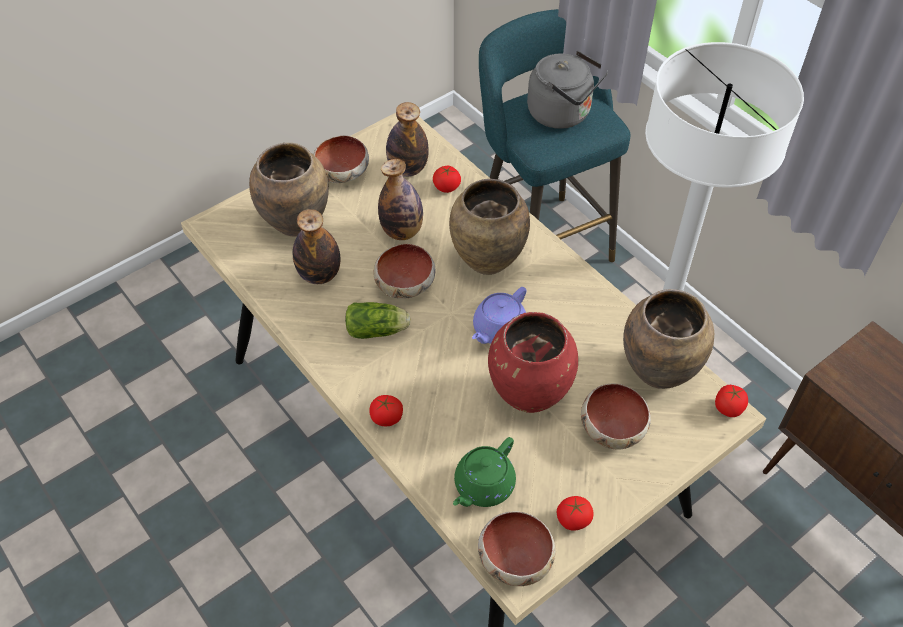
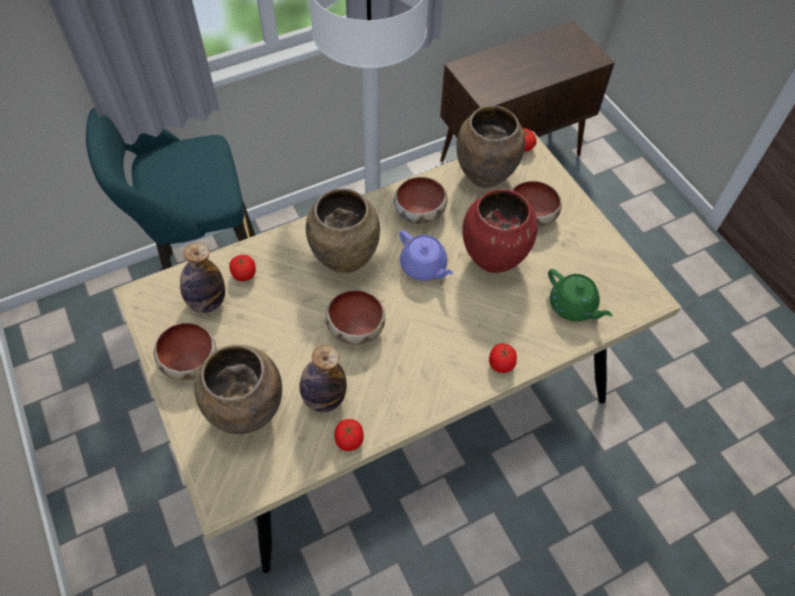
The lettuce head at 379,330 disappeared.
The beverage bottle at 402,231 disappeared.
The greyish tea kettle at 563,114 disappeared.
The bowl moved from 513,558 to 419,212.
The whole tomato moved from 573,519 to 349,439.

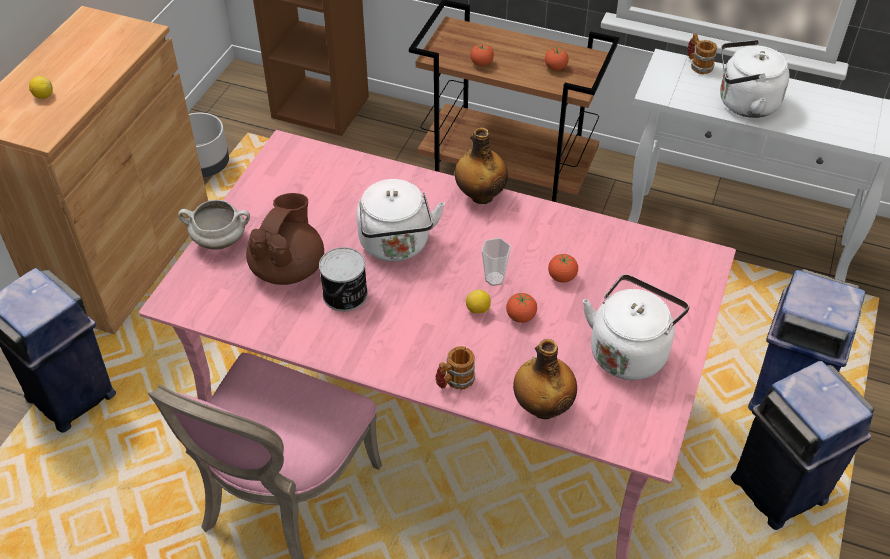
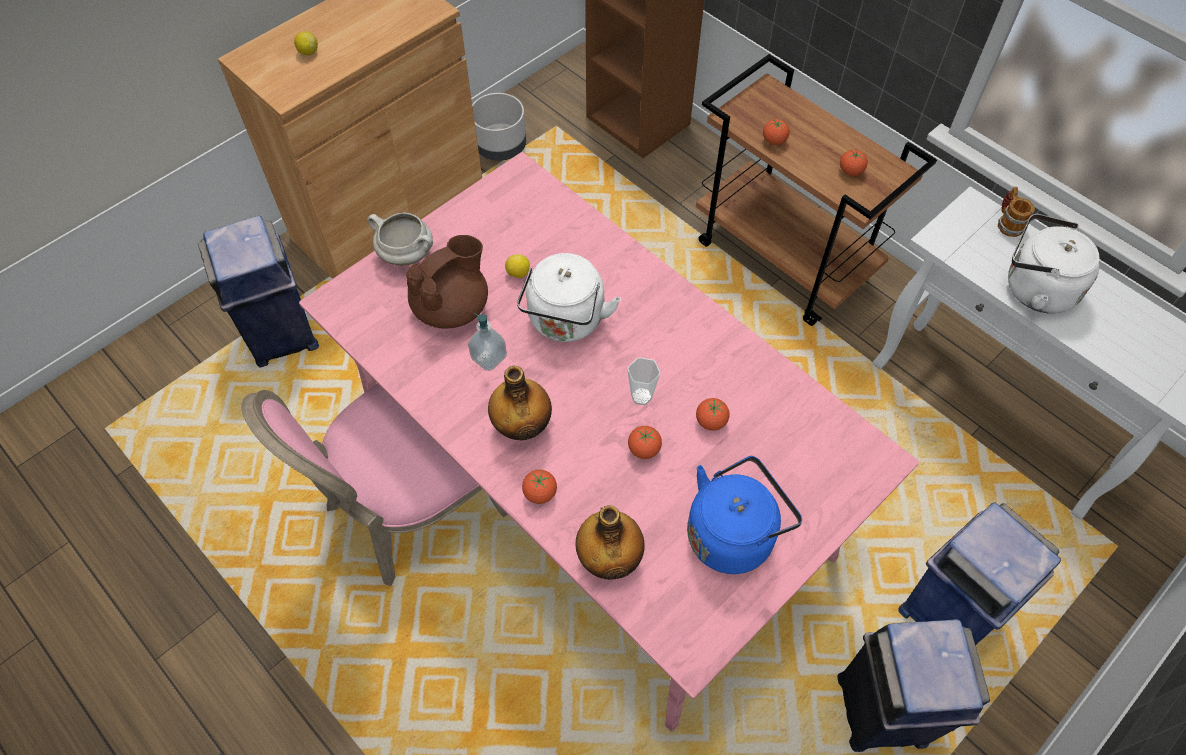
The beverage bottle moved from 480,195 to 522,426.
The lemon moved from 477,310 to 518,273.
The sealed can at 345,295 was replaced by the liquid soap bottle at 489,357.
The coffee mug at 454,381 was replaced by the whole tomato at 540,493.
The white tea kettle at 629,351 became the bluish tea kettle at 733,534.

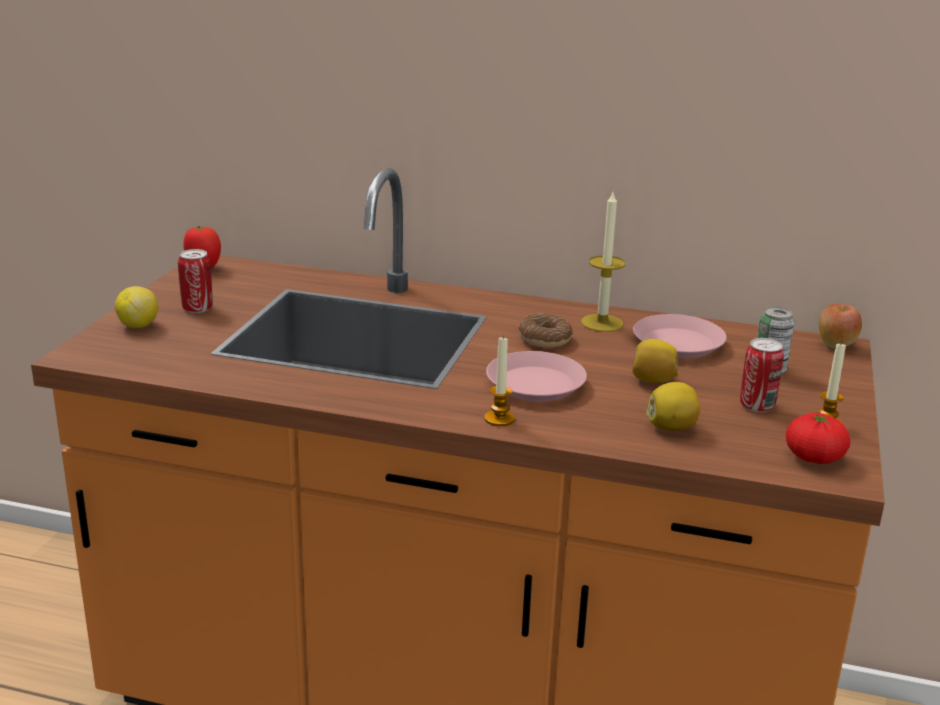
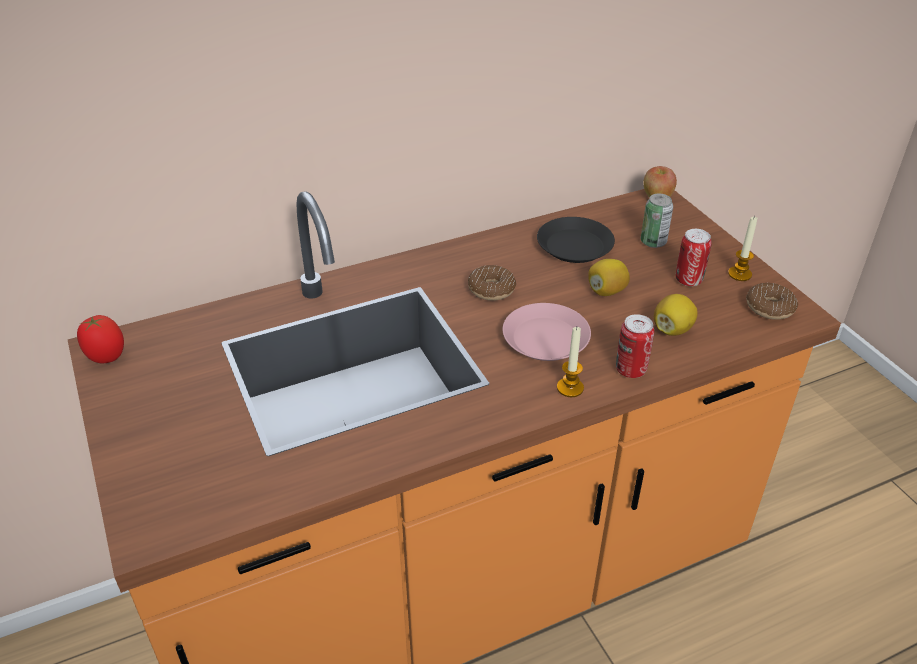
The lemon at 138,325 disappeared.
The wax light at 602,323 disappeared.
The sealed can moved from 197,308 to 630,370.
The whole tomato at 814,457 was replaced by the doughnut at 769,308.
The pinkish plate at 678,343 became the blackish plate at 574,246.

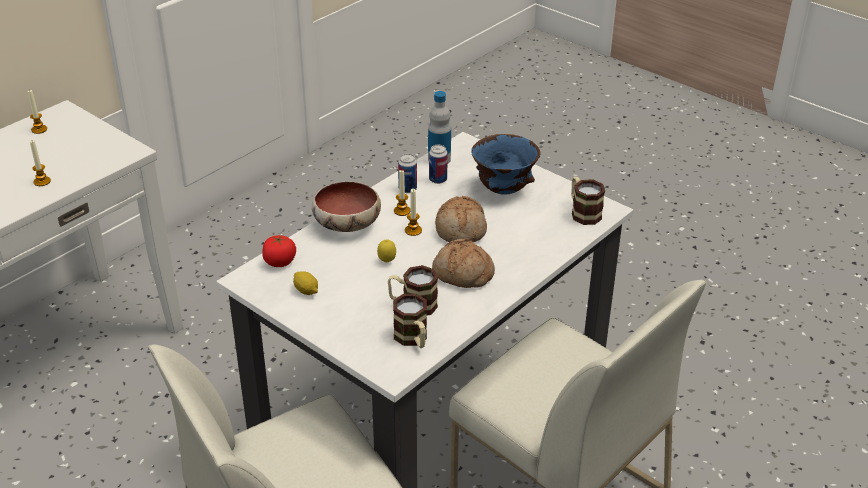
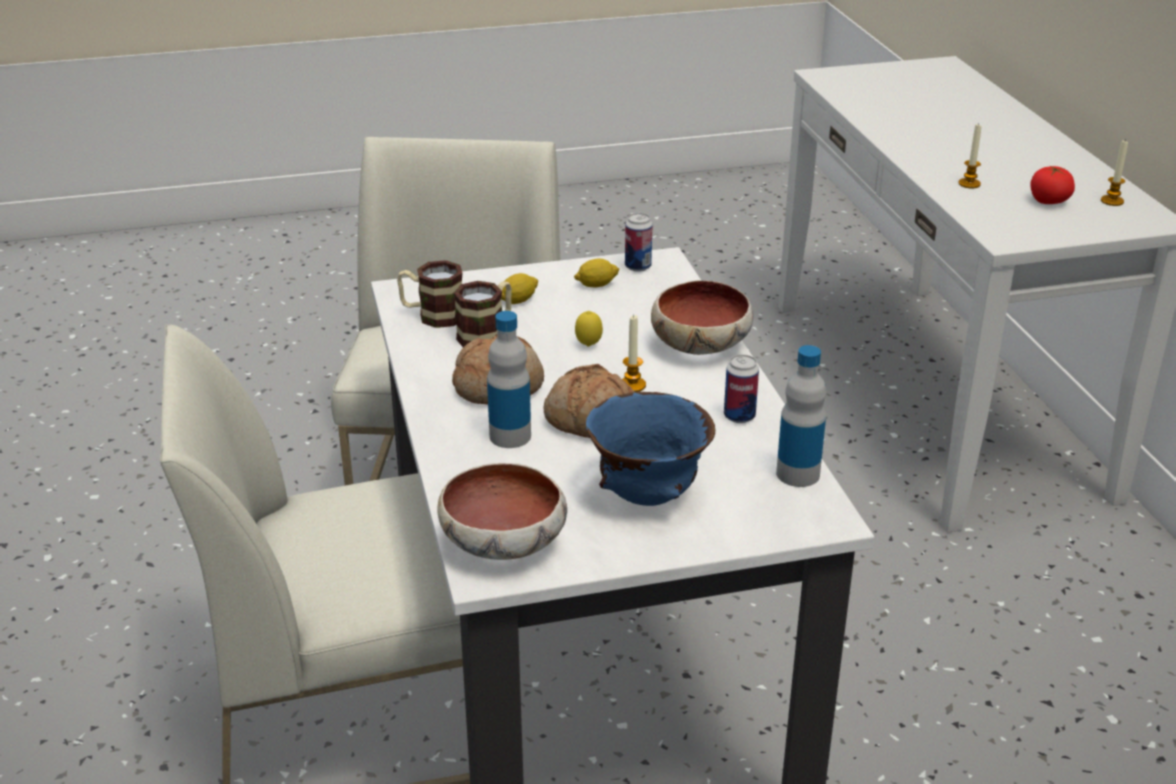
The wax light at 402,211 disappeared.
The beverage bottle at 510,436 appeared.
The lemon at 518,300 appeared.
The whole tomato moved from 279,262 to 1049,201.
The sealed can moved from 438,180 to 638,267.
The coffee mug at 583,212 was replaced by the bowl at 505,544.

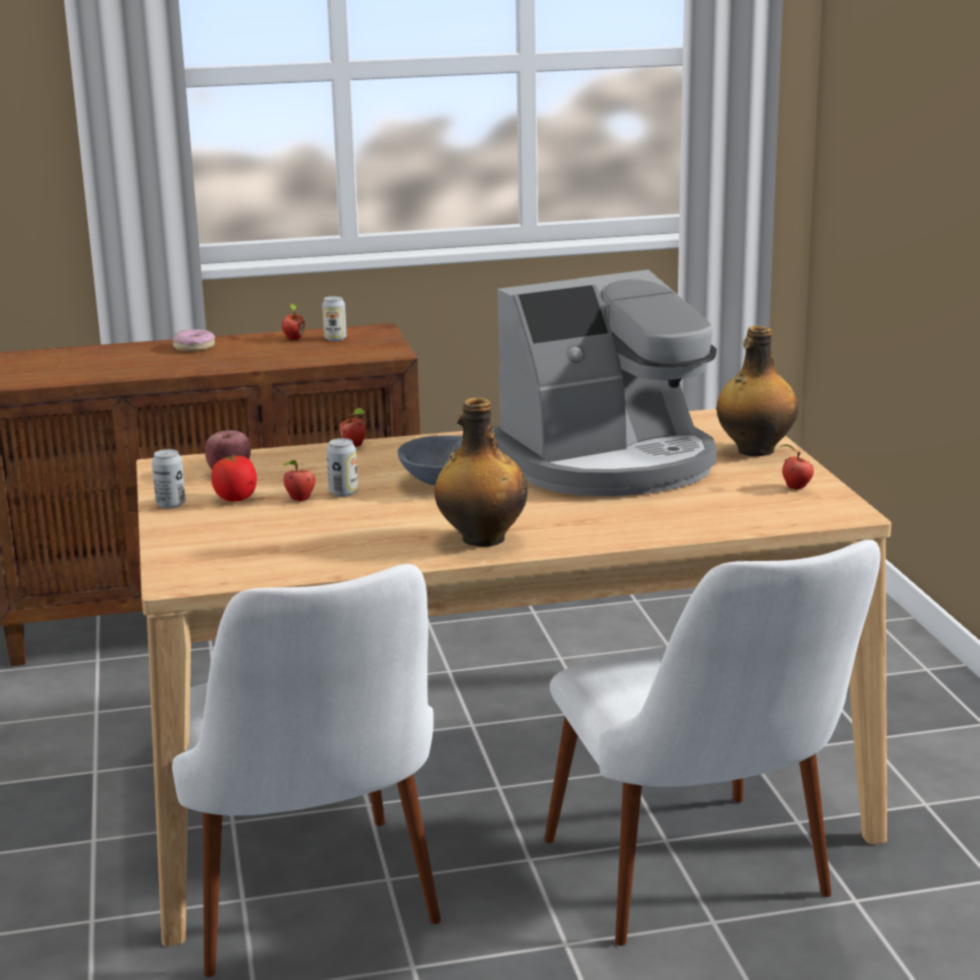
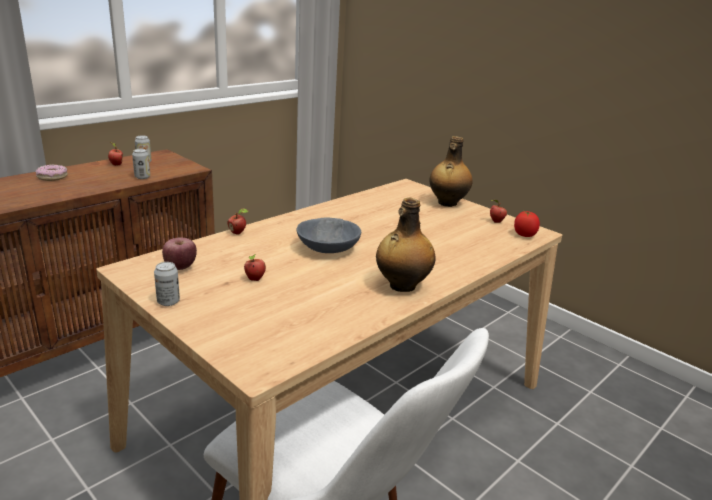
The coffee machine at 608,464 disappeared.
The white upright chair at 705,893 disappeared.
The whole tomato moved from 236,499 to 524,235.
The sealed can moved from 343,492 to 142,177.

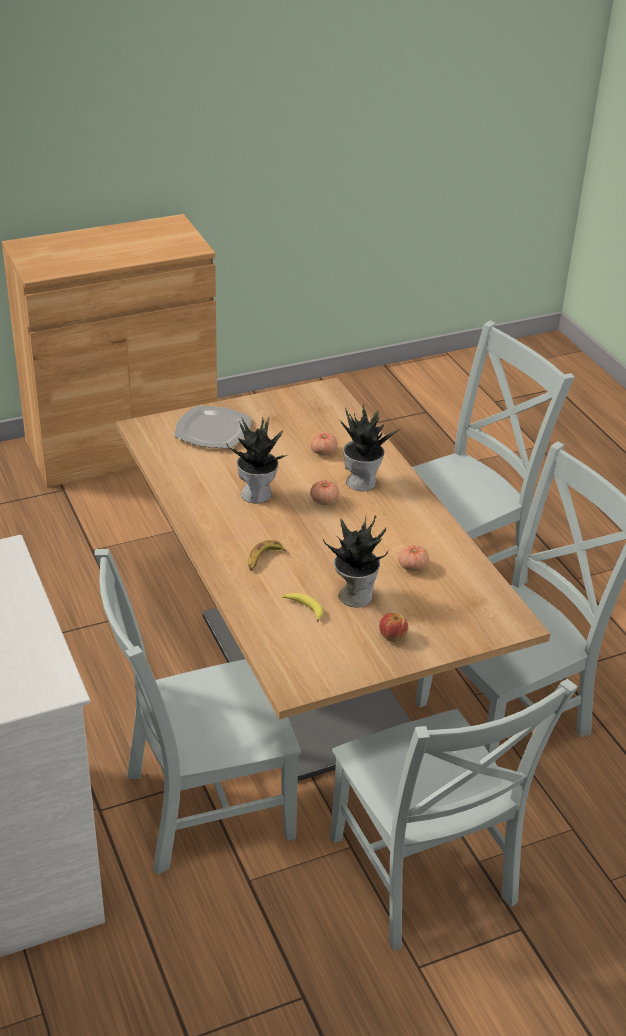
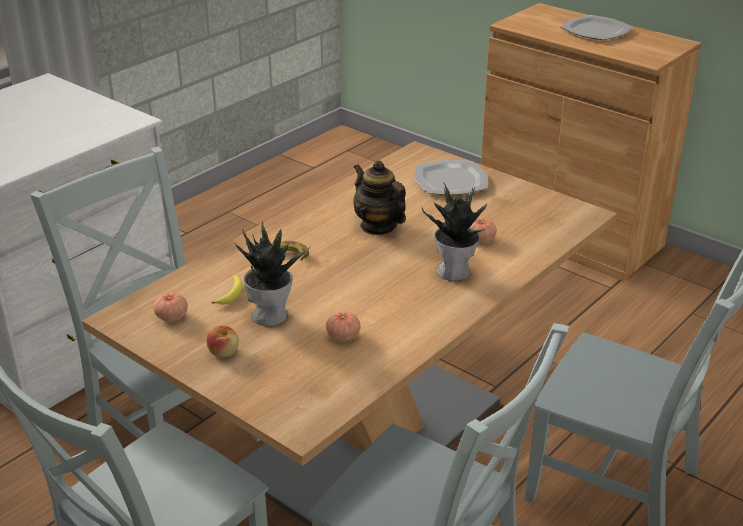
The plate at 595,31 appeared.
The whole tomato moved from 324,500 to 171,316.
The houseplant at 257,494 was replaced by the pot for tea at 378,226.

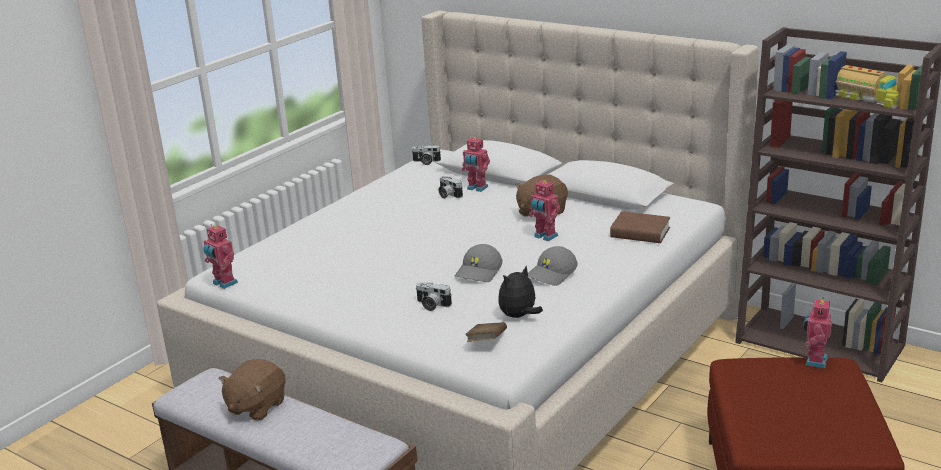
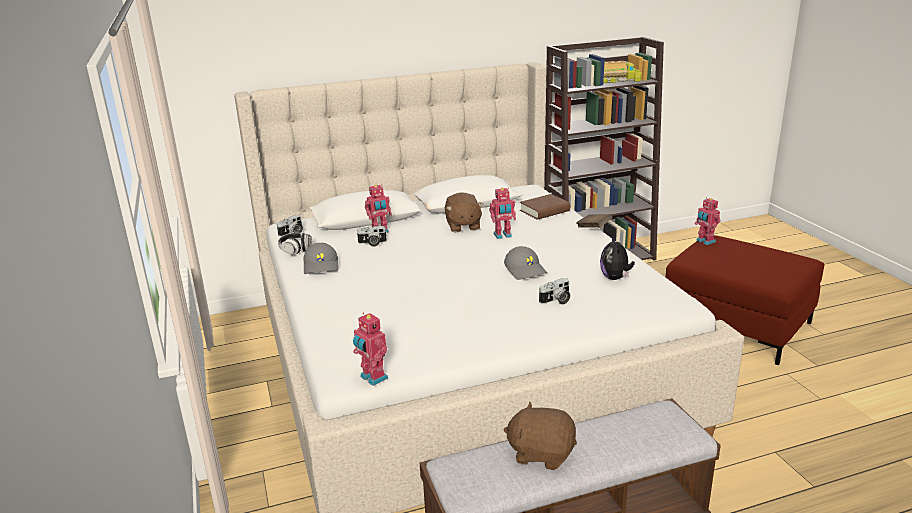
The pair of headphones at 296,249 appeared.
The brownish volume moved from 486,342 to 593,228.
The greyish peaked cap moved from 552,274 to 322,266.
The toy robot at 223,283 turned 60 degrees clockwise.
The brownish soft toy at 256,407 turned 135 degrees clockwise.

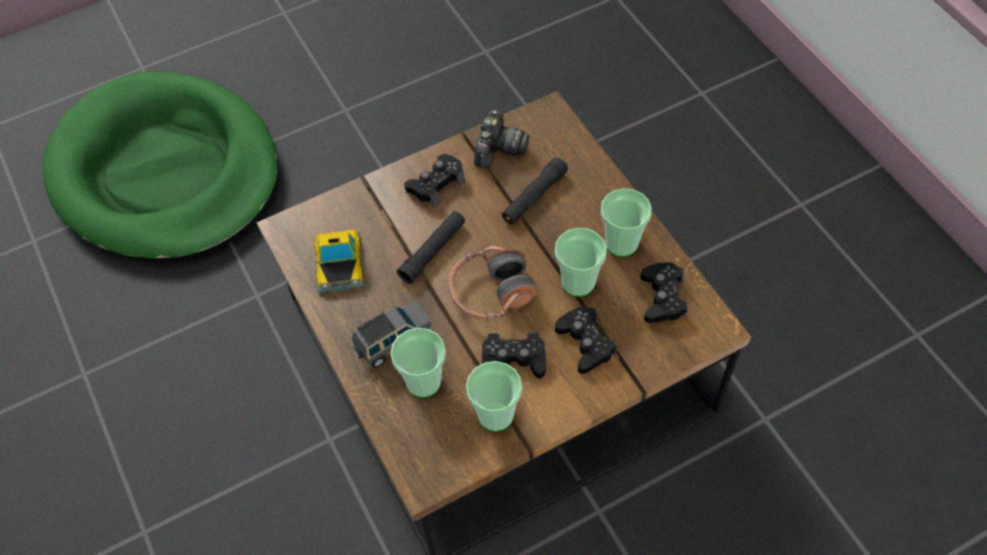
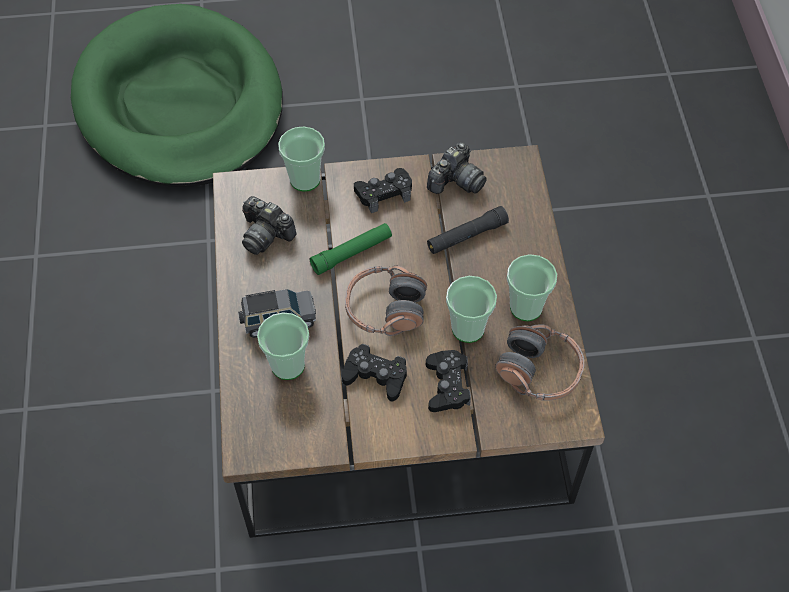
The small cup moved from 495,415 to 305,179.
The miniature car at 339,263 was replaced by the photo camera at 265,234.
The blackish game controller at 662,297 was replaced by the pair of headphones at 539,371.
The blackish torch at 433,251 became the green torch at 352,253.

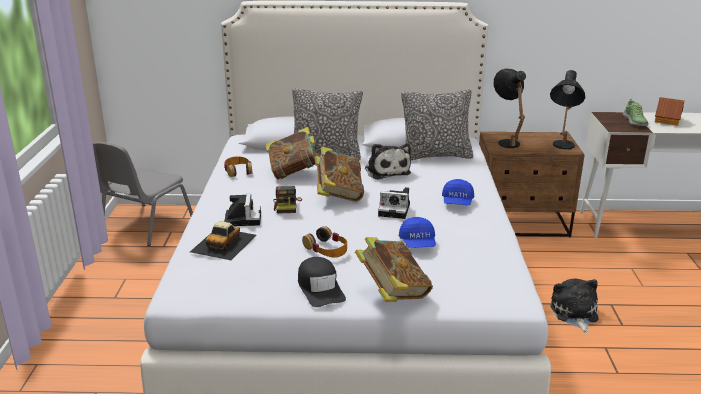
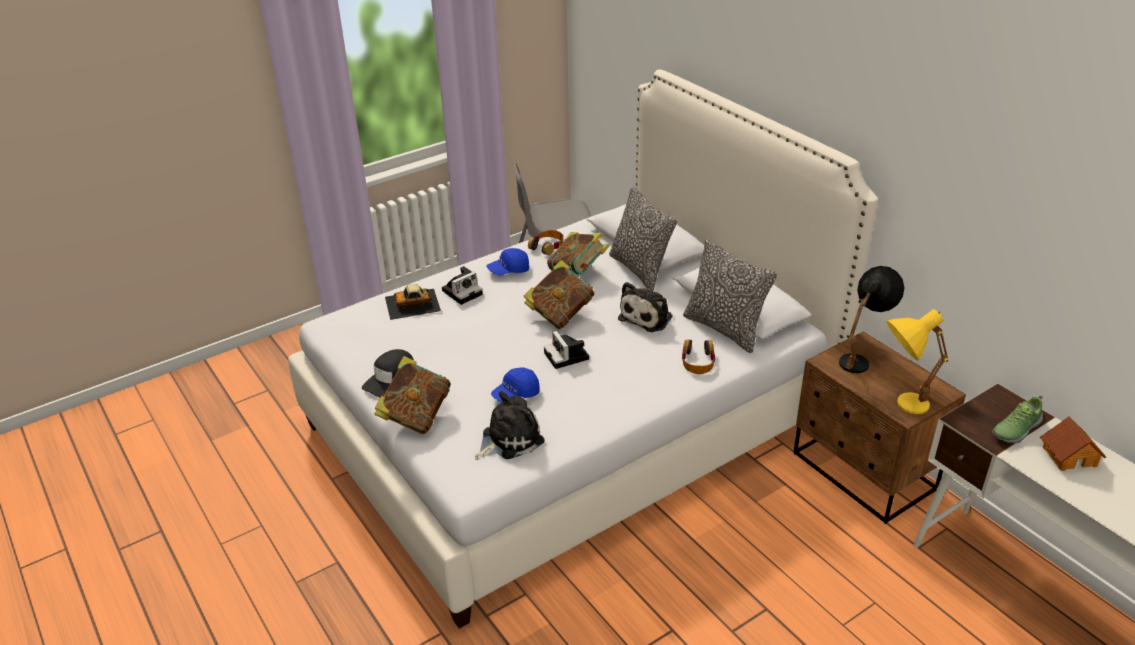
The photo camera at 287,205 disappeared.
The pair of headphones moved from 326,248 to 698,361.
The bluish peaked cap moved from 457,202 to 508,270.
The soft toy moved from 574,313 to 509,439.
The blackish tabletop lamp at 561,148 became the yellow tabletop lamp at 901,405.

